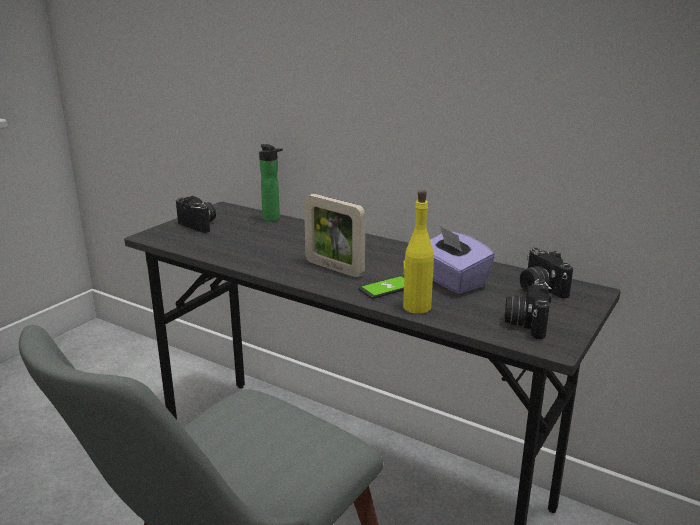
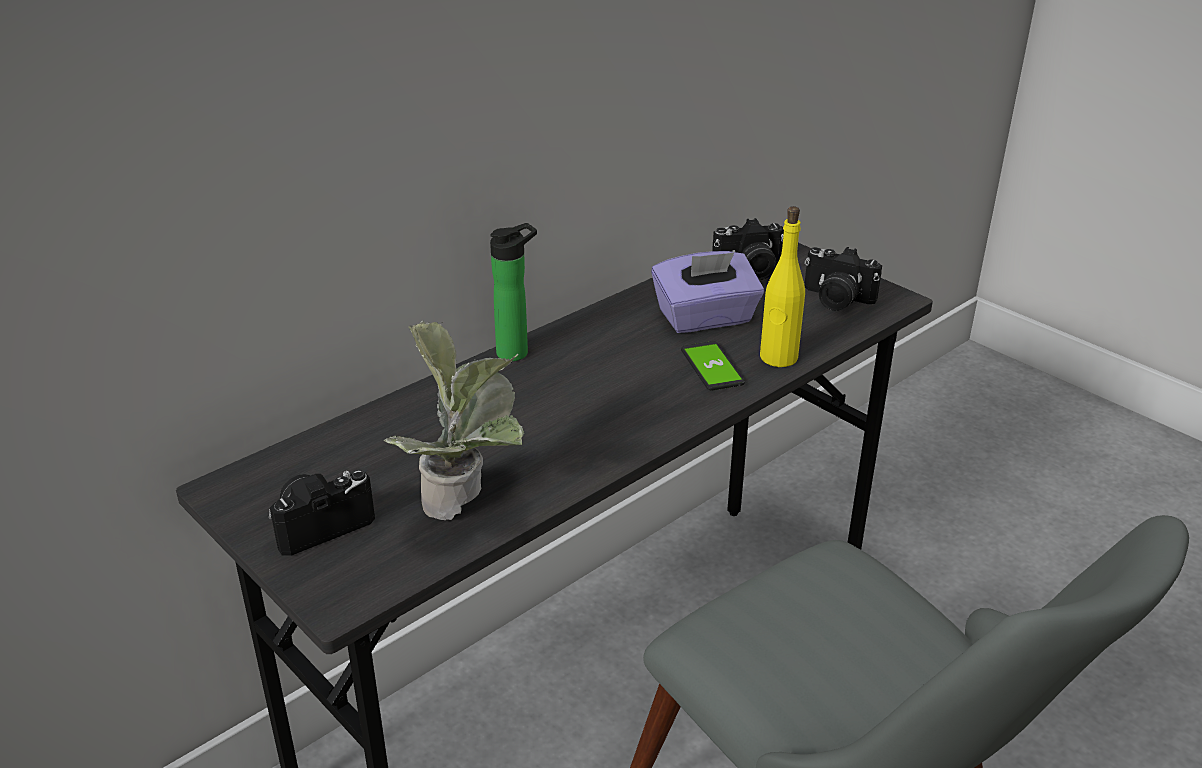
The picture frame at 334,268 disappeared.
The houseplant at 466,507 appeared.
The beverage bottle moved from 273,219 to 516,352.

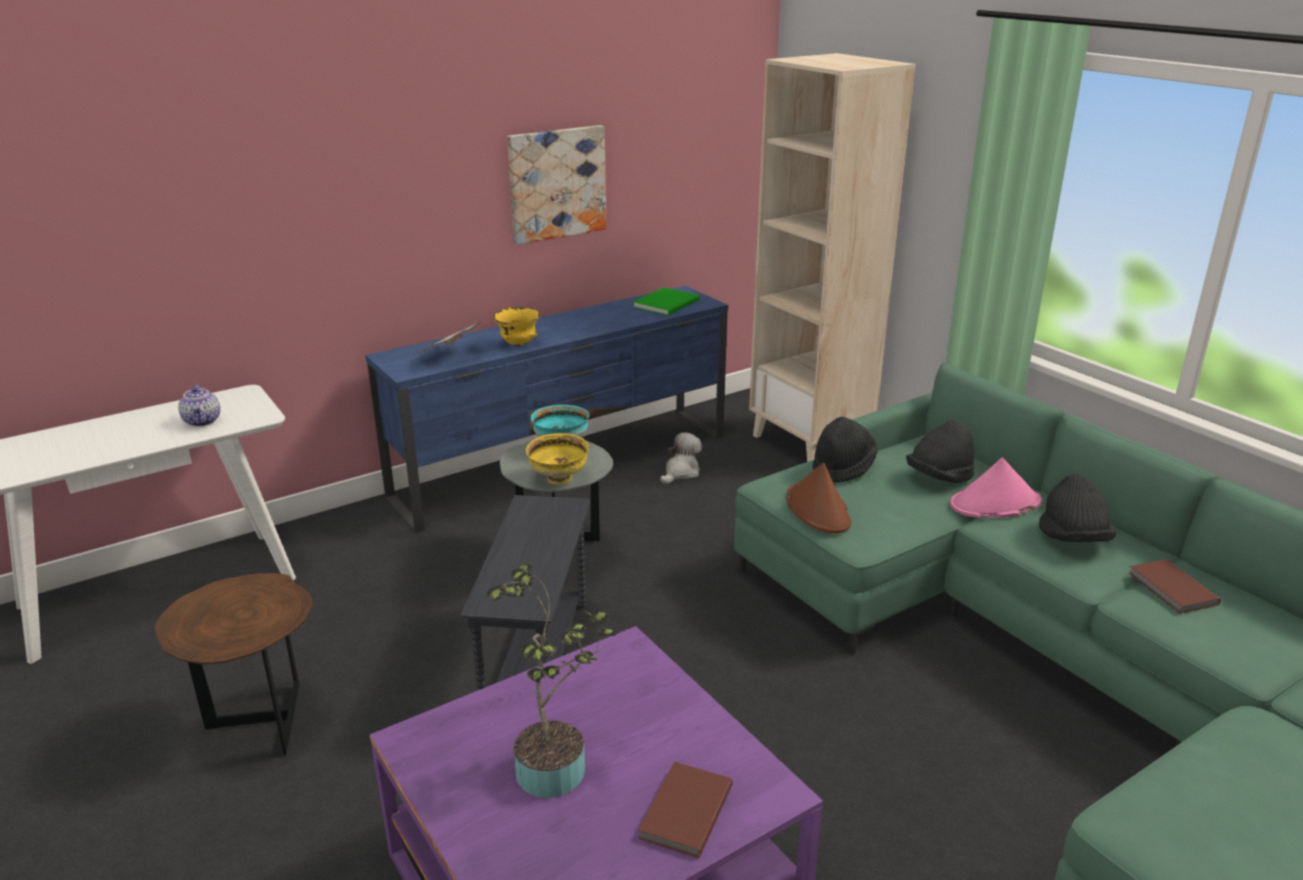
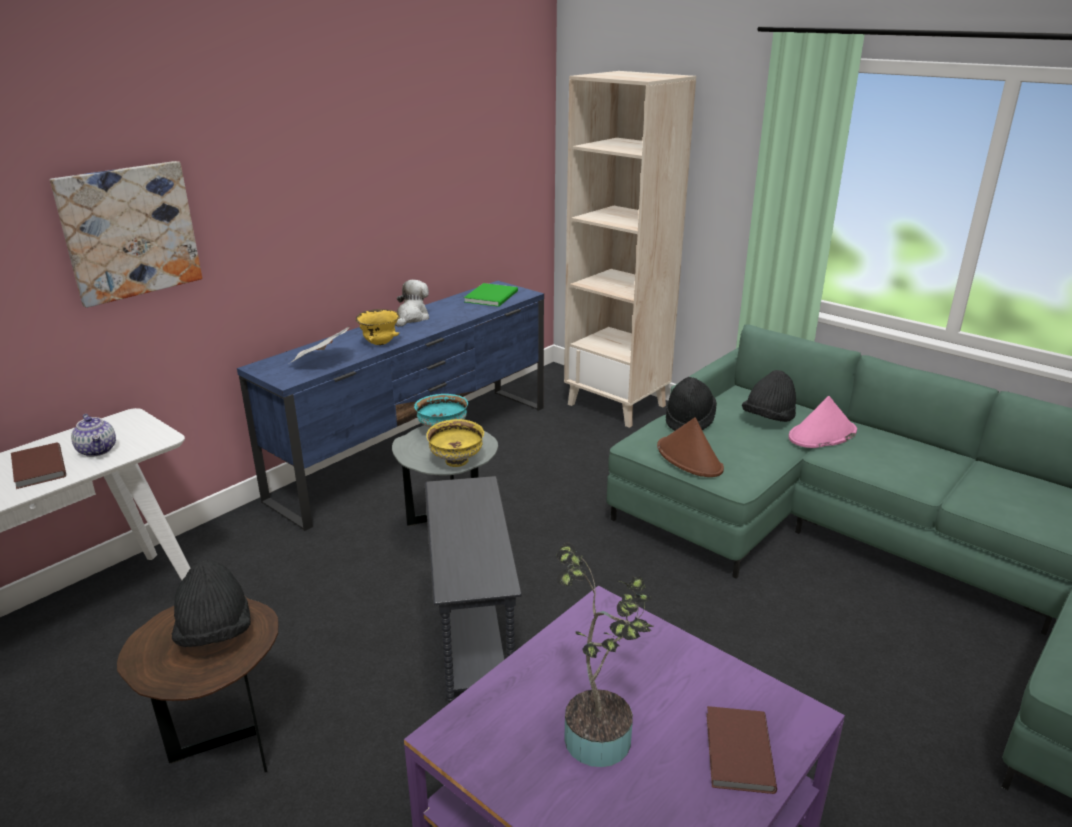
The picture moved from 556,183 to 129,232.
The soft toy moved from 681,472 to 411,318.
The blackish hat moved from 1072,539 to 215,633.
The brownish volume moved from 1171,589 to 37,468.

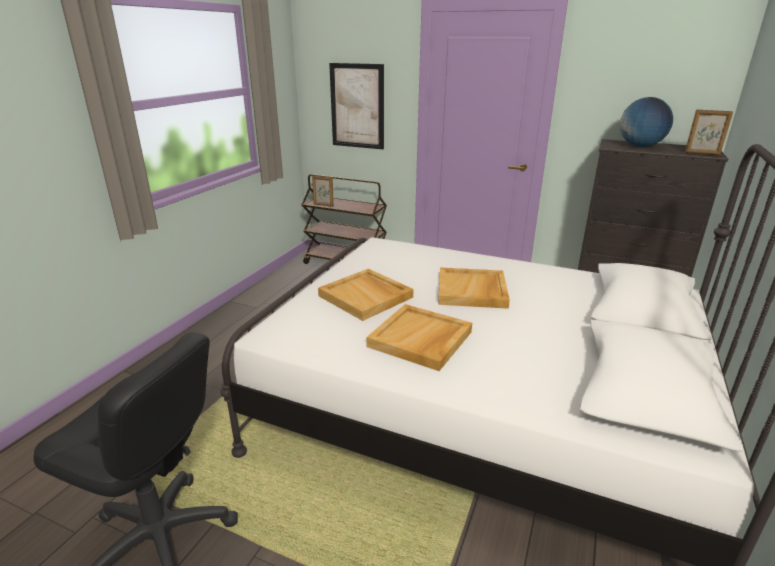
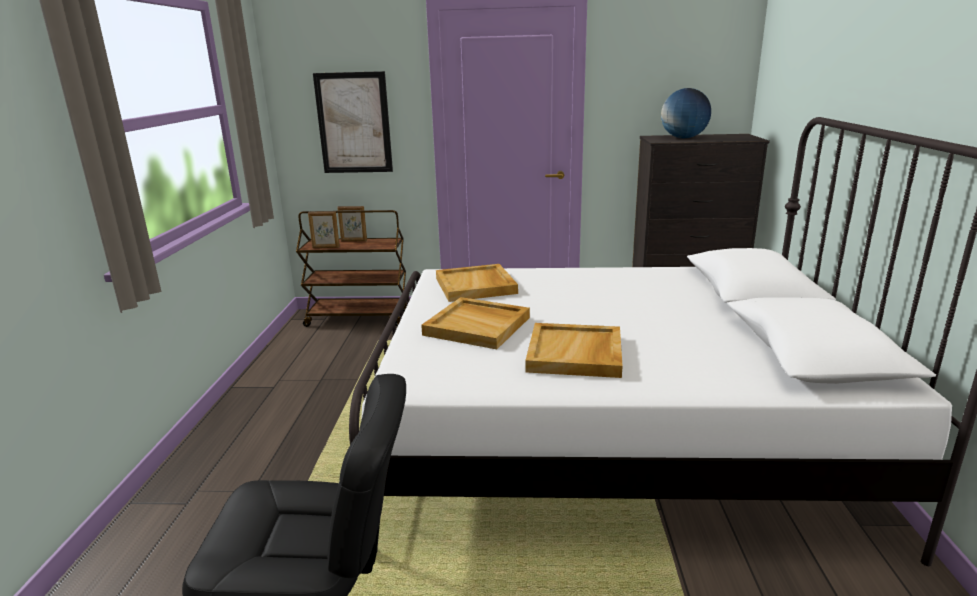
The beige-coloured serving tray moved from 472,291 to 476,286.
The picture frame moved from 702,154 to 354,241.

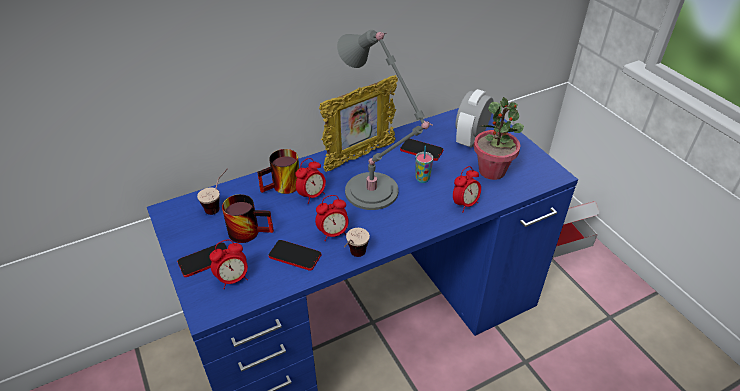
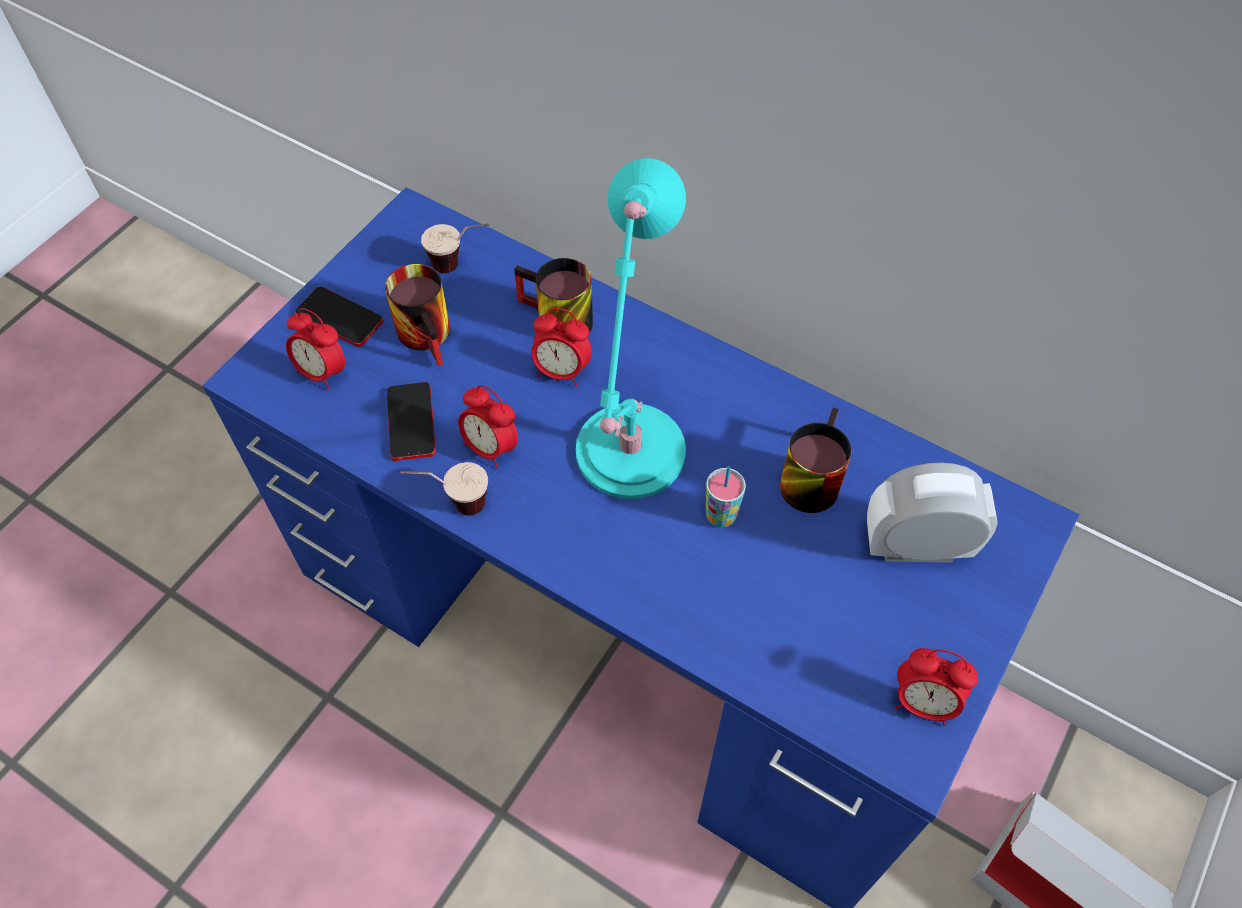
The picture frame at 359,156 disappeared.
The houseplant at 492,171 disappeared.
The bedside clock moved from 465,204 to 923,702.
The handset at 421,150 was replaced by the coffee mug at 807,476.
The greyish tabletop lamp at 375,194 became the turquoise-coloured tabletop lamp at 628,459.

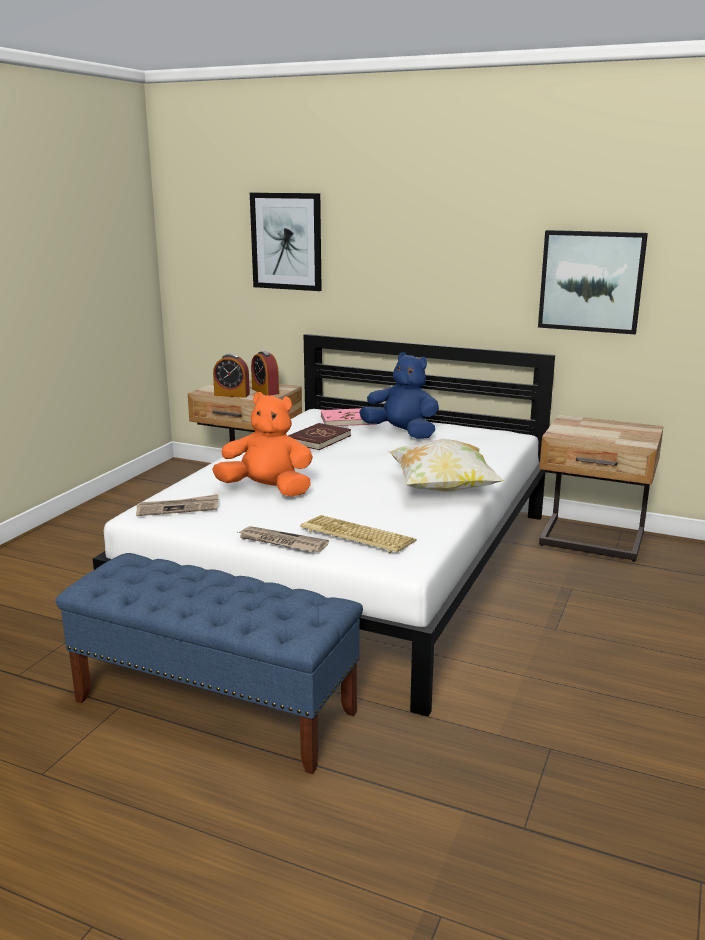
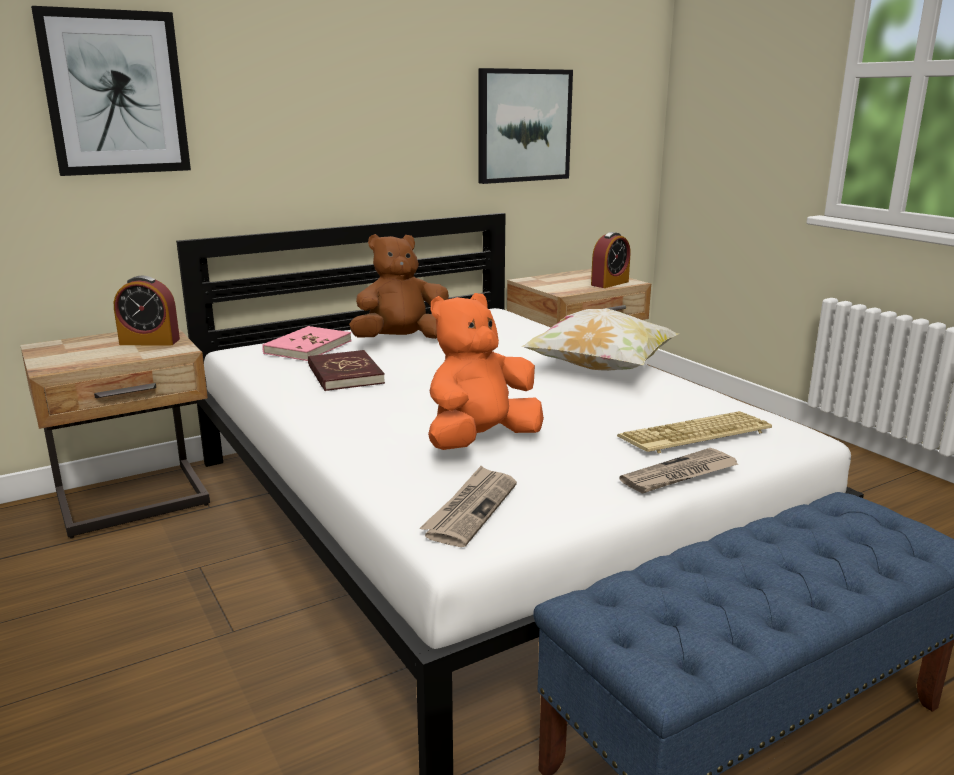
The bedside clock moved from 232,395 to 609,283.
The bluish soft toy at 402,433 became the brownish soft toy at 401,340.

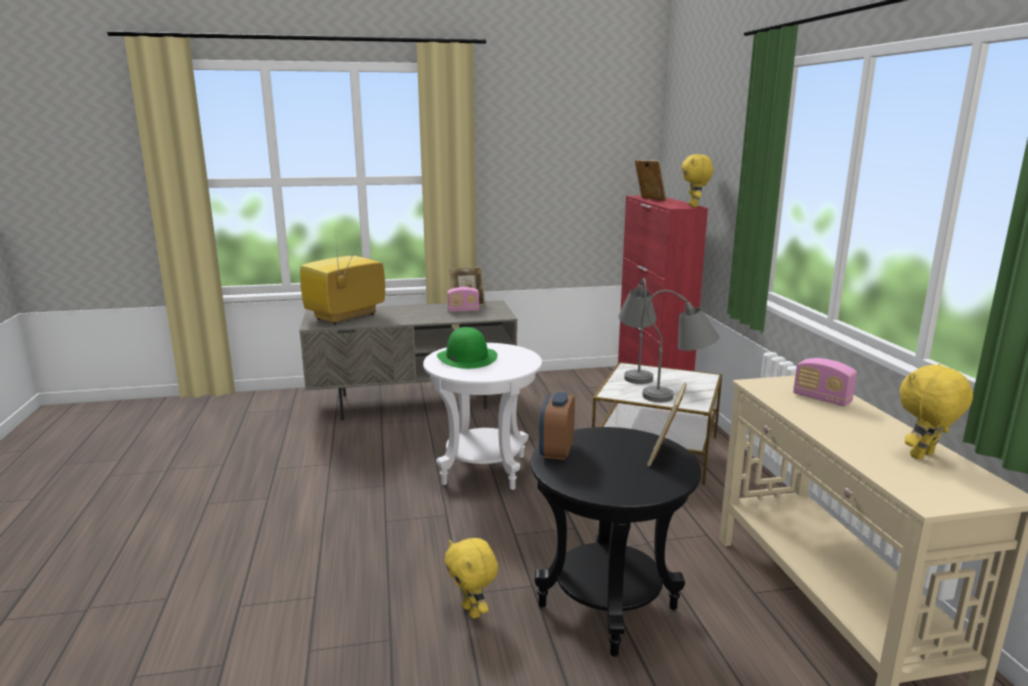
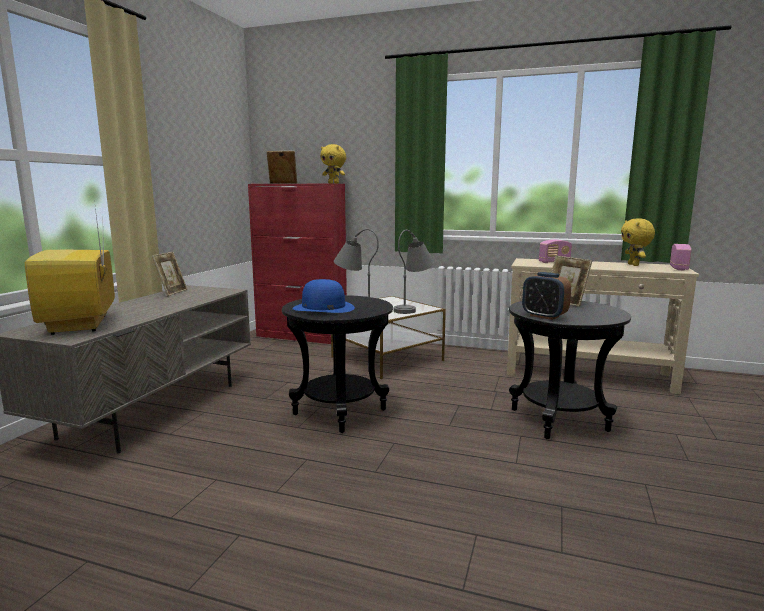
The yellow soft toy at 472,611 disappeared.
The radio receiver moved from 463,311 to 678,268.
The white end table at 484,470 became the blackish end table at 339,412.
The green hat at 466,357 became the bluish hat at 323,308.

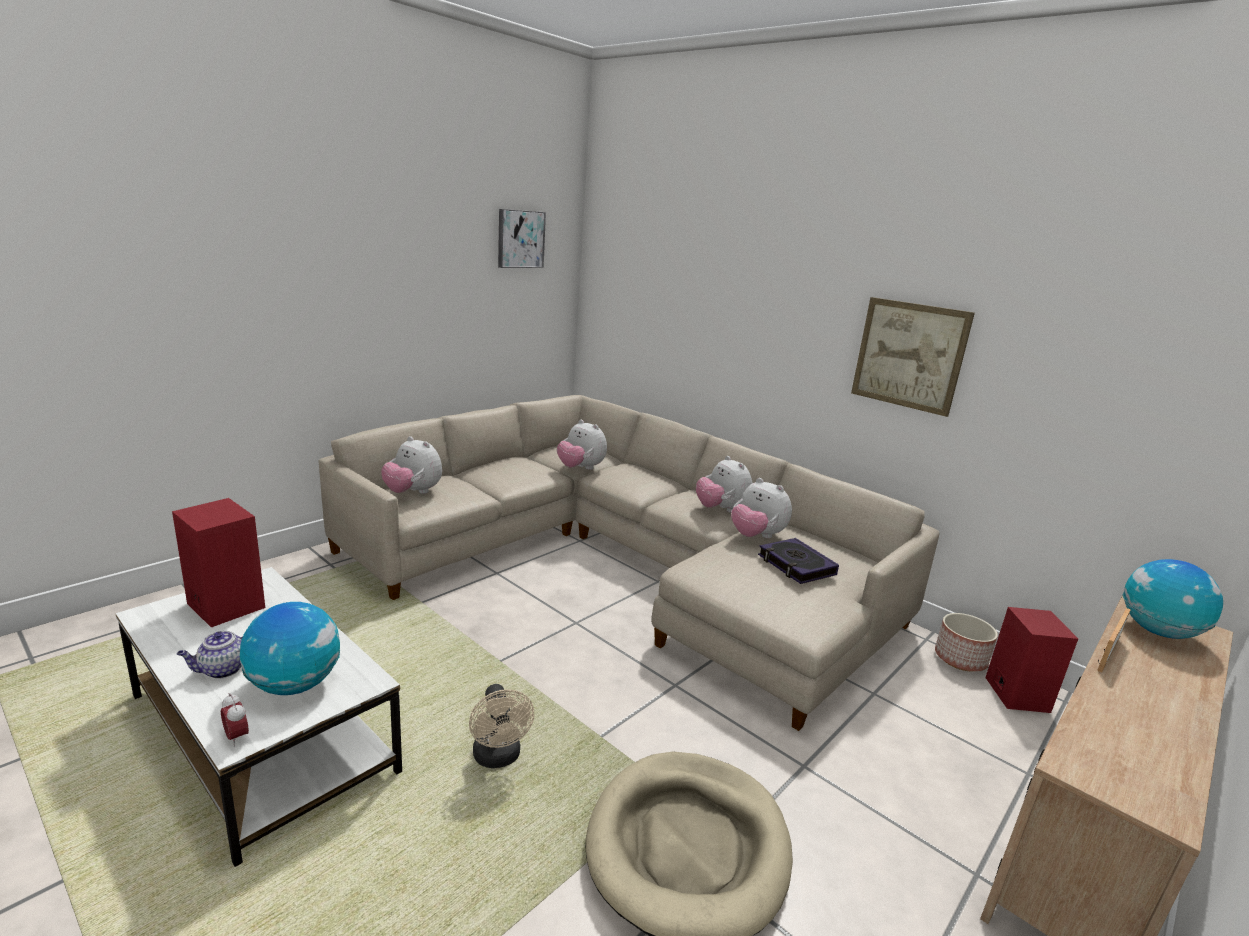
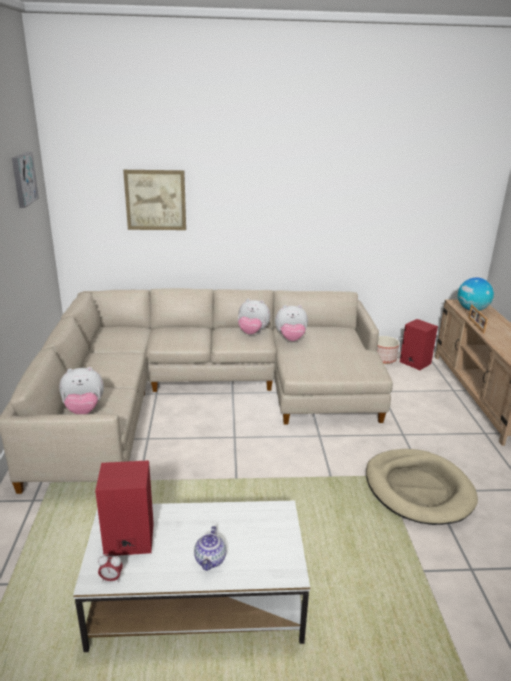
The globe at 294,684 disappeared.
The beige-coloured electric fan at 498,758 disappeared.
The soft toy at 580,468 disappeared.
The volume at 796,565 disappeared.
The bedside clock moved from 237,737 to 111,578.
The picture moved from 909,355 to 155,200.

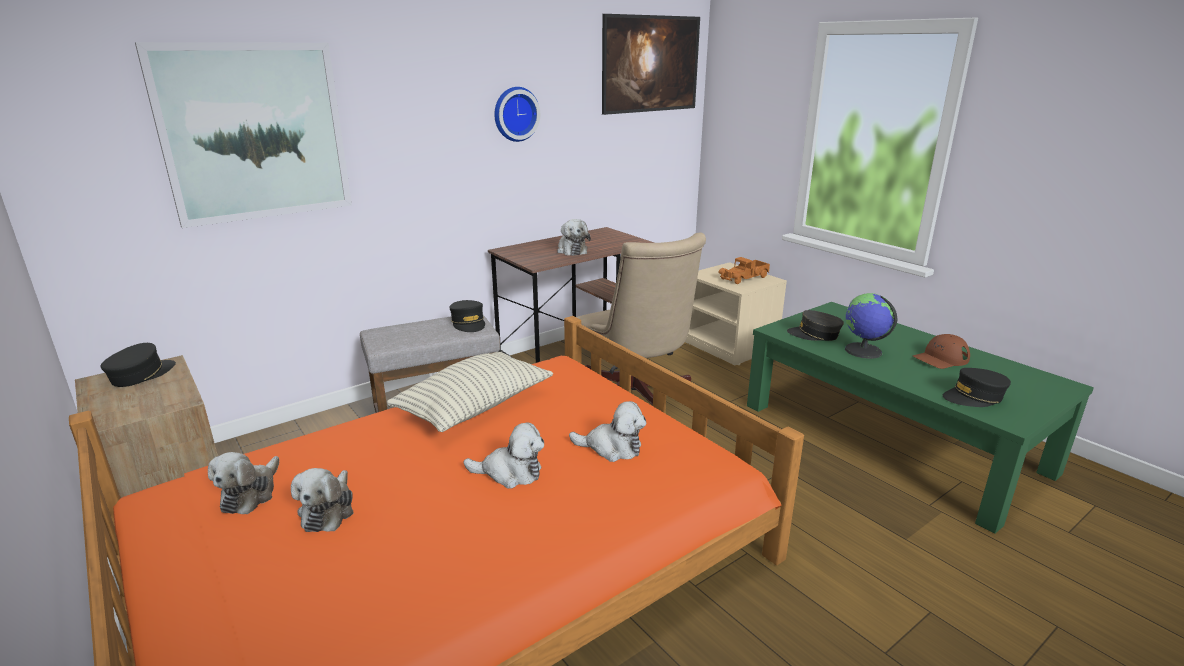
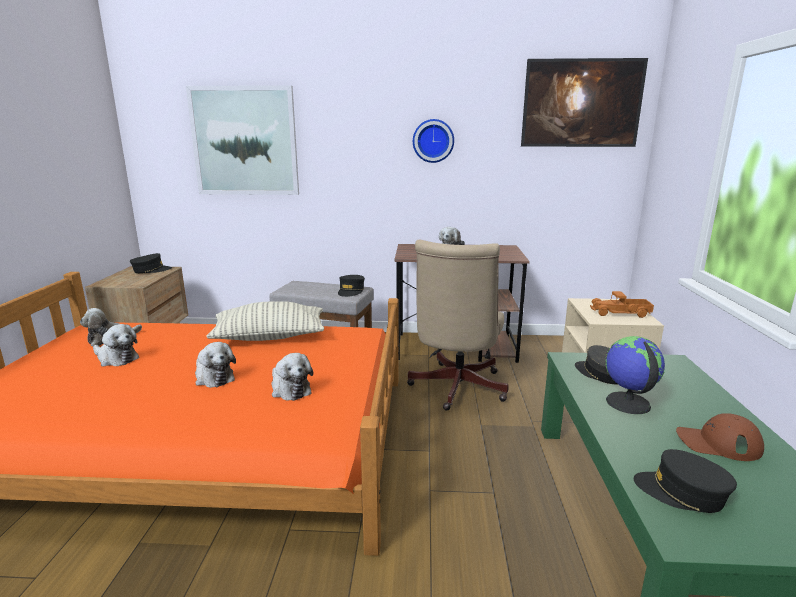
The soft toy at 328,510 turned 105 degrees counterclockwise.

